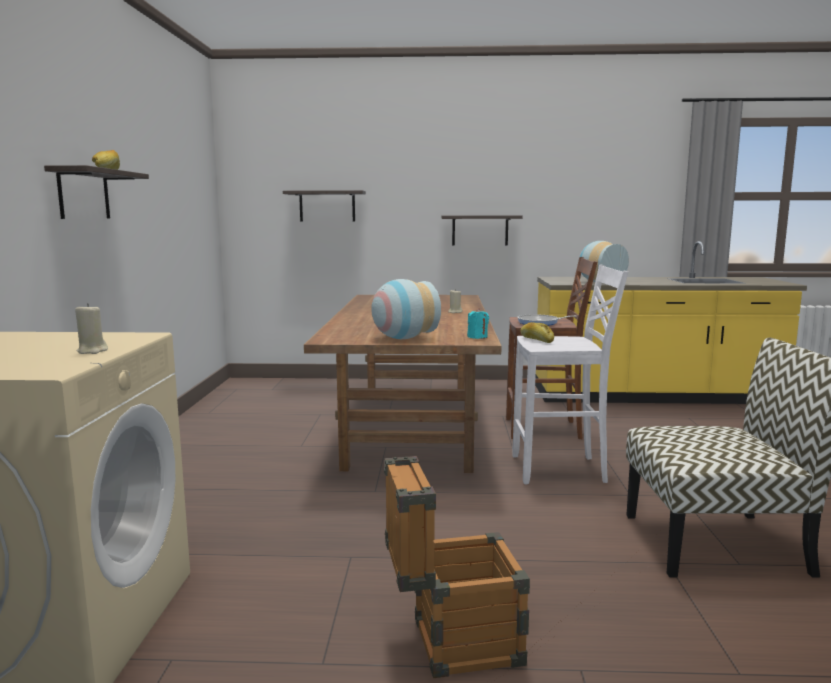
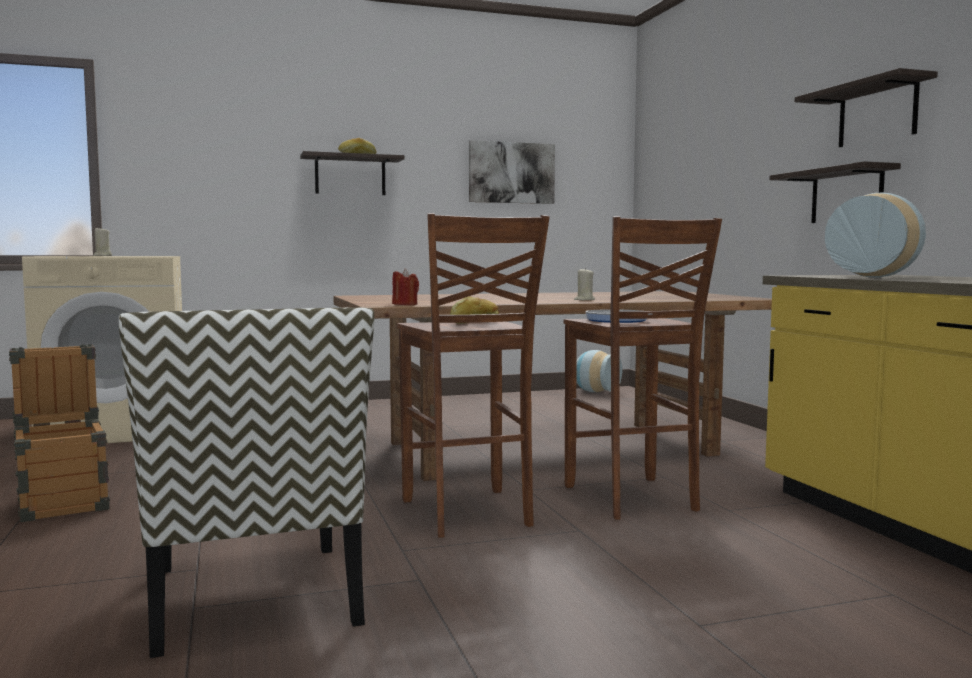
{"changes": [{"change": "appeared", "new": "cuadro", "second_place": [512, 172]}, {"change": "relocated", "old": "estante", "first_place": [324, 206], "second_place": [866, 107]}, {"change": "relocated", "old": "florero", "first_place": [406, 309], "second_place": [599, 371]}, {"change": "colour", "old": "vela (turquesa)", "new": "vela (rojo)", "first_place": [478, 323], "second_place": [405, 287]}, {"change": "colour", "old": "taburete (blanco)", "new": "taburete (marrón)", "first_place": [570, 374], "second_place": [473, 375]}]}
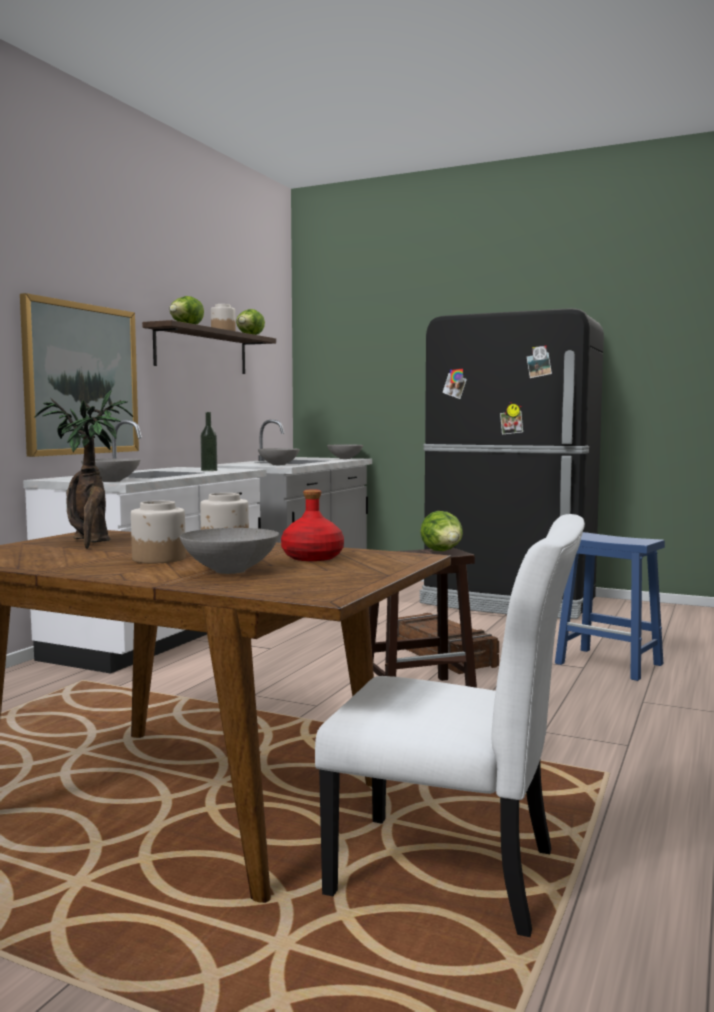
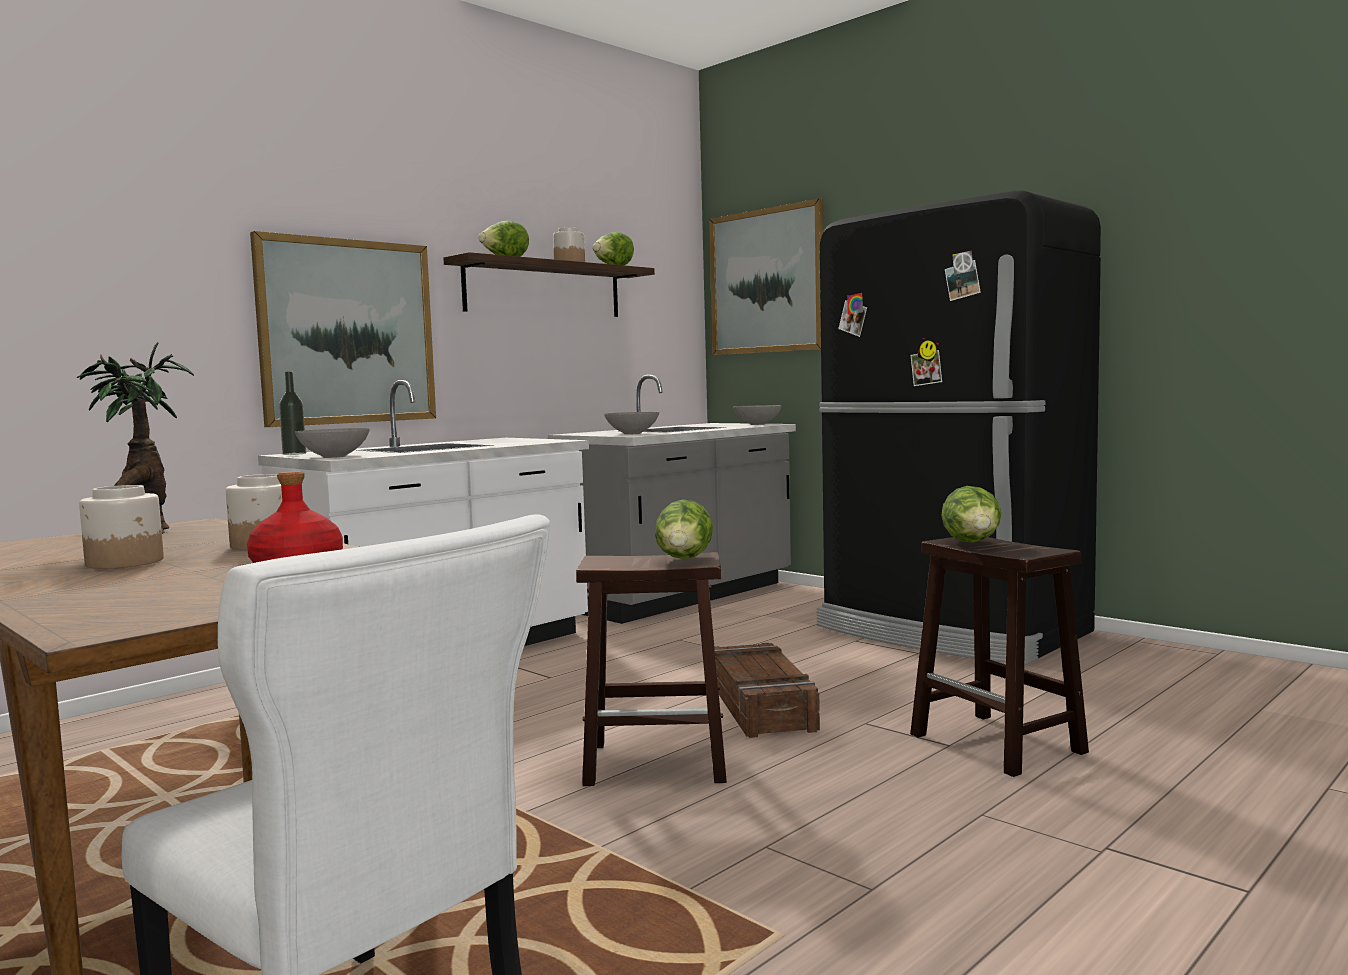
{"changes": [{"change": "missing", "old": "cuenco (gris)", "first_place": [229, 551]}, {"change": "appeared", "new": "cuadro", "second_place": [766, 276]}, {"change": "appeared", "new": "lechuga", "second_place": [971, 514]}, {"change": "relocated", "old": "botella", "first_place": [208, 441], "second_place": [292, 413]}, {"change": "colour", "old": "taburete (azul)", "new": "taburete (marrón)", "first_place": [610, 606], "second_place": [999, 657]}]}
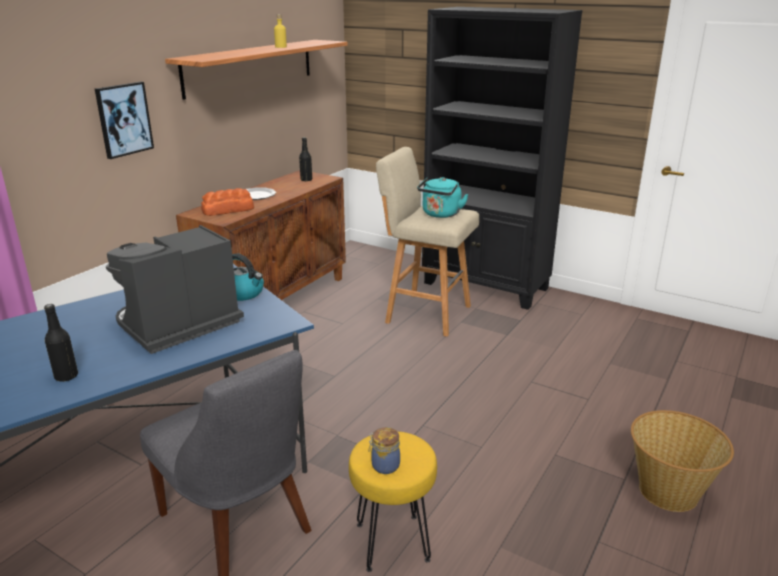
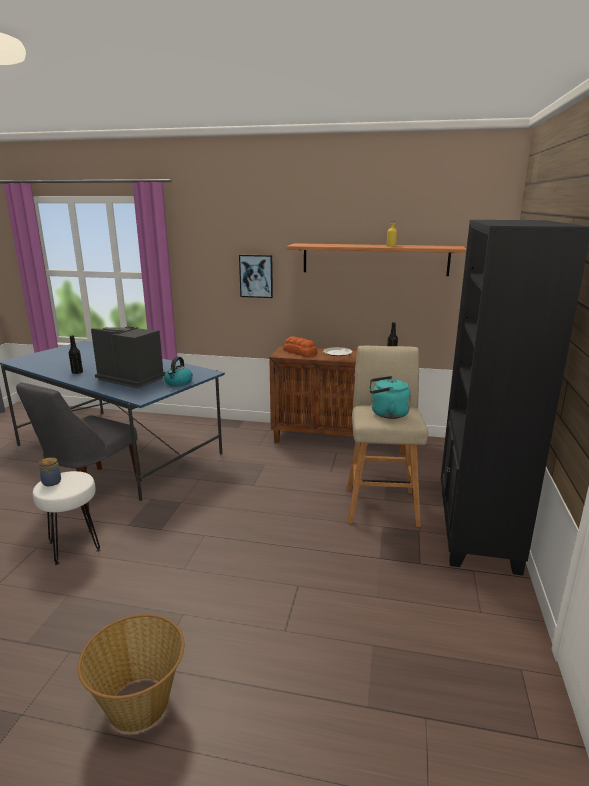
{"changes": [{"change": "colour", "old": "taburete (amarillo)", "new": "taburete (blanco)", "first_place": [393, 501], "second_place": [66, 518]}]}
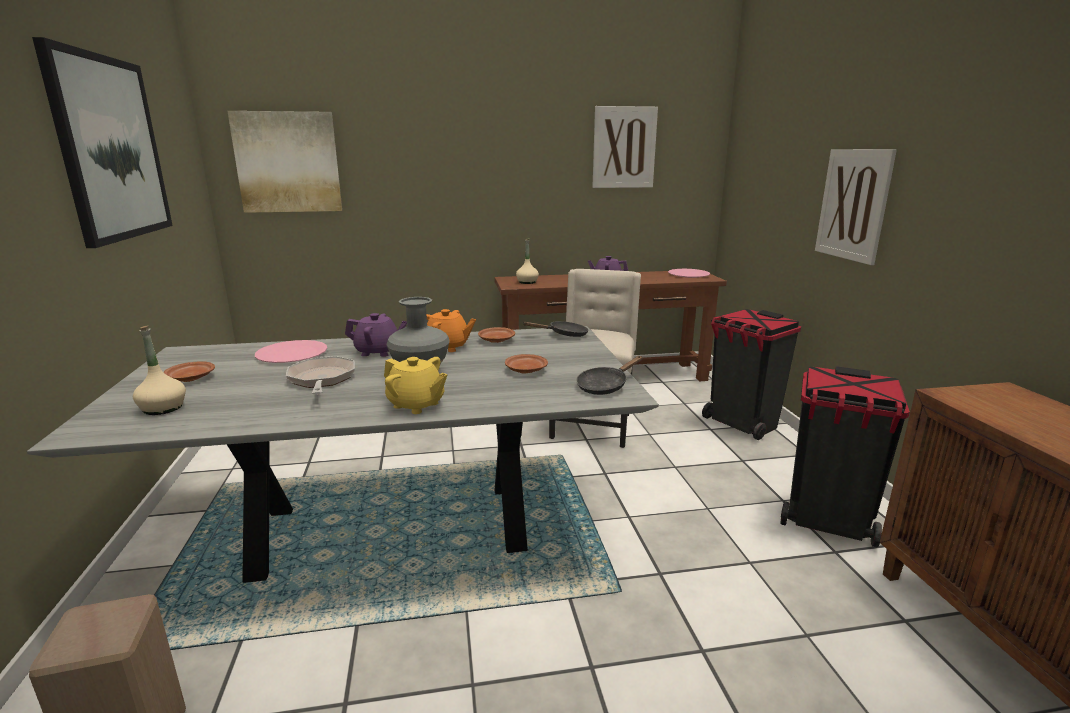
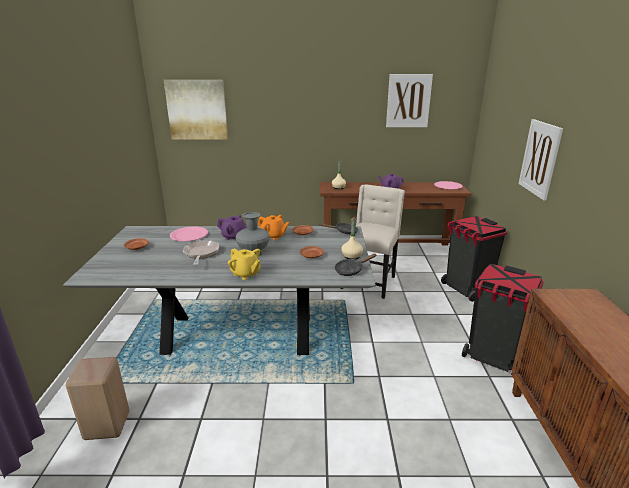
{"changes": [{"change": "missing", "old": "cuadro", "first_place": [102, 142]}, {"change": "relocated", "old": "botella (beis)", "first_place": [159, 370], "second_place": [352, 238]}]}
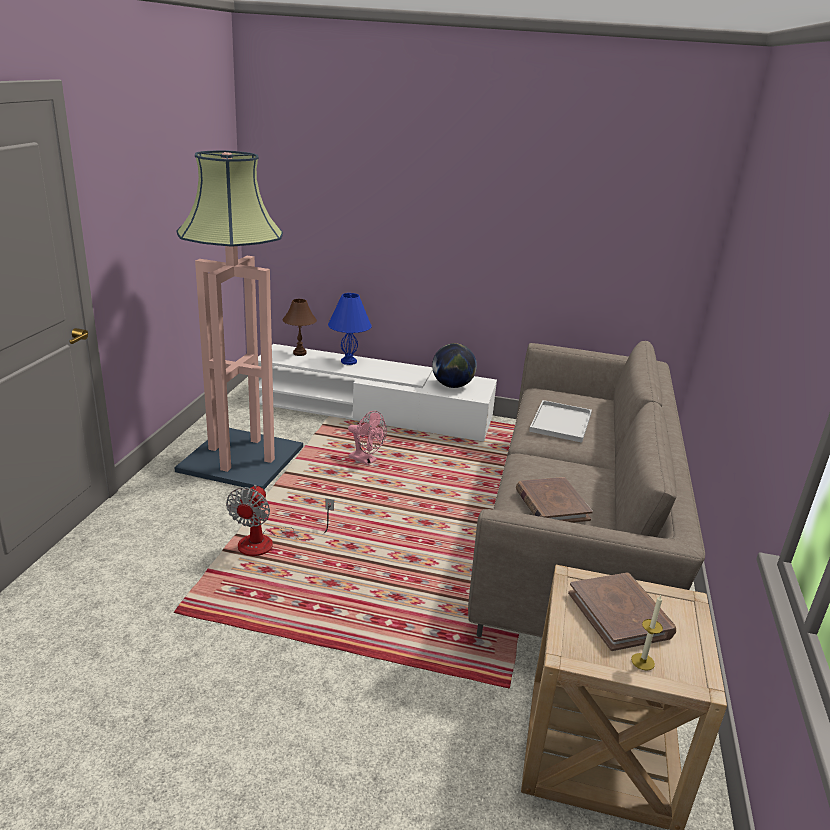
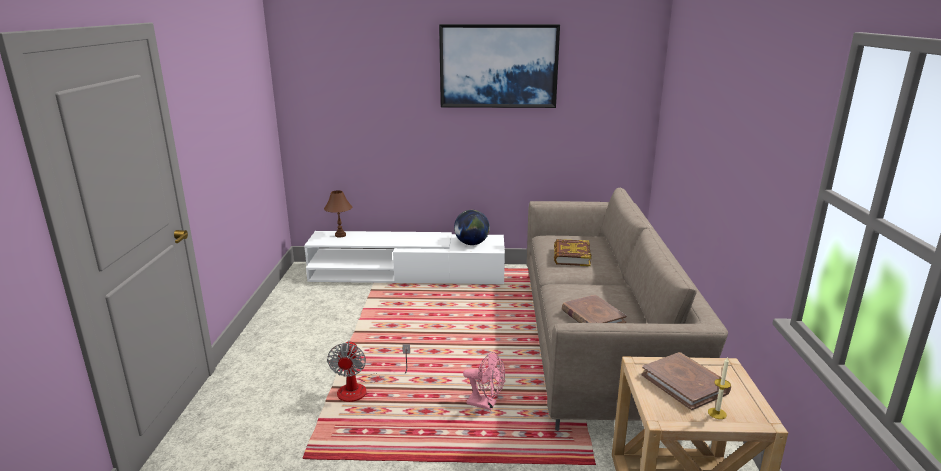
{"changes": [{"change": "missing", "old": "lámpara de pie", "first_place": [238, 319]}, {"change": "missing", "old": "lámpara de mesa (azul)", "first_place": [350, 329]}, {"change": "appeared", "new": "cuadro", "second_place": [499, 66]}, {"change": "relocated", "old": "ventilador (rosa)", "first_place": [367, 438], "second_place": [484, 381]}, {"change": "exchanged", "old": "bandeja (blanco)", "new": "libro", "first_place": [560, 421], "second_place": [572, 252]}]}
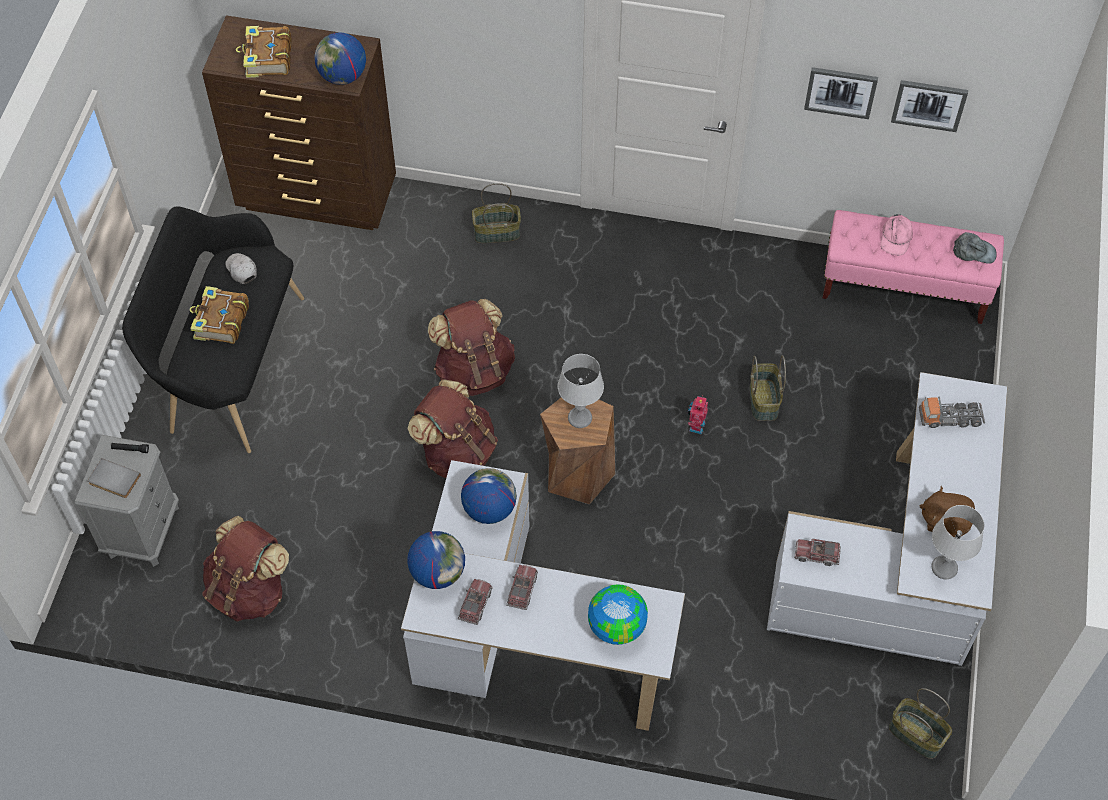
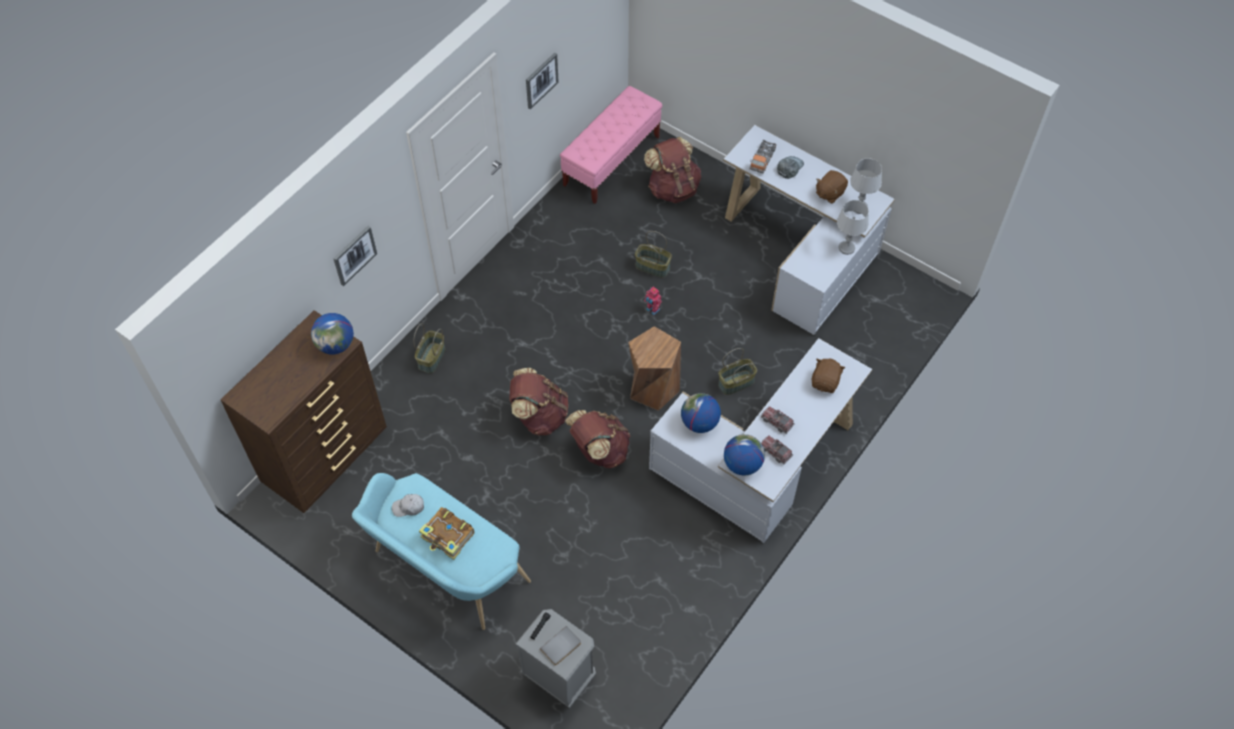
{"changes": [{"change": "missing", "old": "libro", "first_place": [264, 52]}, {"change": "missing", "old": "camión de juguete", "first_place": [817, 552]}, {"change": "missing", "old": "gorra (rosa)", "first_place": [896, 234]}, {"change": "relocated", "old": "mochila (marrón)", "first_place": [245, 569], "second_place": [672, 170]}, {"change": "relocated", "old": "lámpara de mesa (gris)", "first_place": [581, 391], "second_place": [853, 227]}, {"change": "relocated", "old": "cesta", "first_place": [920, 723], "second_place": [737, 371]}, {"change": "relocated", "old": "cuadro", "first_place": [929, 106], "second_place": [355, 256]}, {"change": "relocated", "old": "gorra (gris)", "first_place": [975, 248], "second_place": [790, 167]}, {"change": "exchanged", "old": "globo terráqueo", "new": "peluche (marrón)", "first_place": [618, 614], "second_place": [828, 375]}, {"change": "colour", "old": "banco (negro)", "new": "banco (turquesa)", "first_place": [213, 329], "second_place": [441, 551]}]}
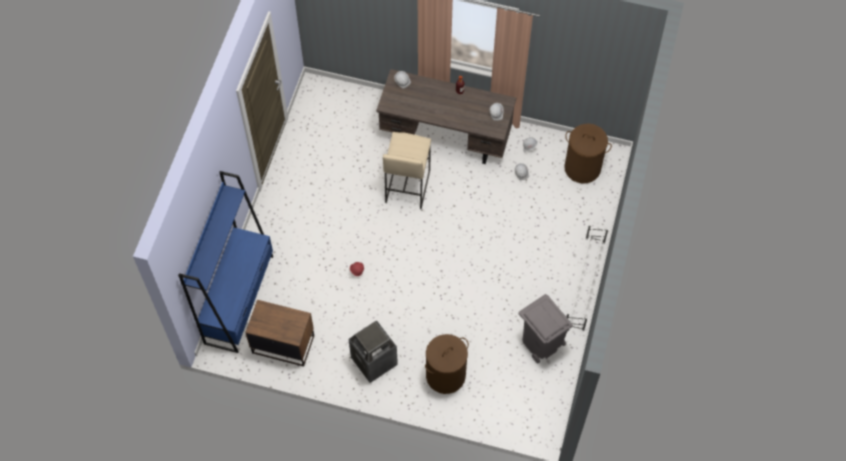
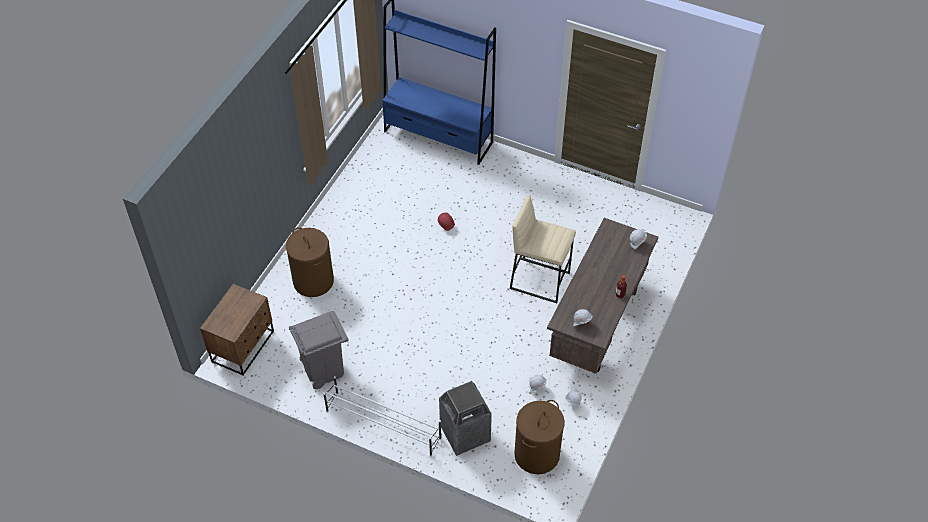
{"changes": [{"change": "relocated", "old": "mesita de noche (marrón)", "first_place": [279, 333], "second_place": [237, 330]}, {"change": "relocated", "old": "papelera", "first_place": [373, 352], "second_place": [465, 418]}]}
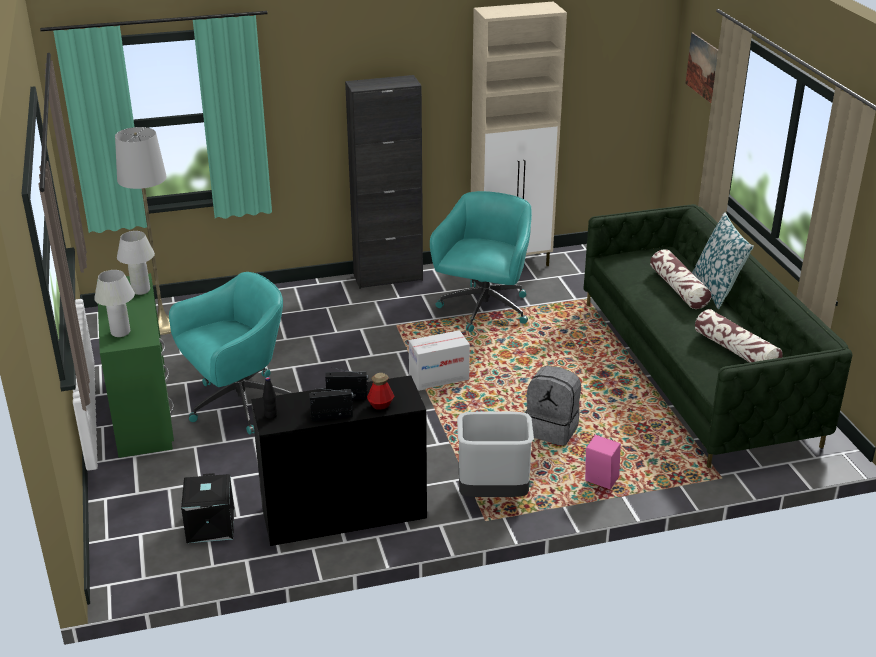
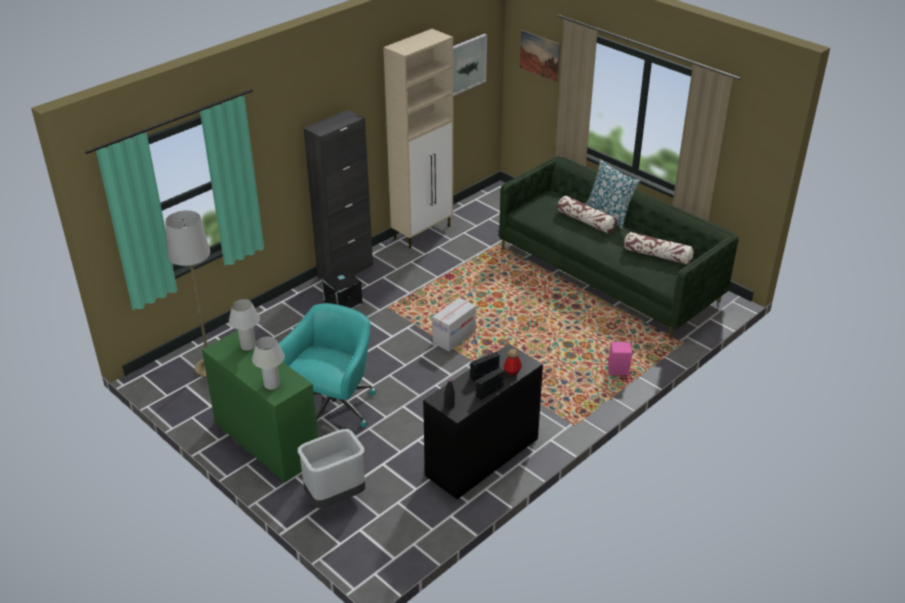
{"changes": [{"change": "missing", "old": "silla de oficina (turquesa)", "first_place": [481, 261]}, {"change": "missing", "old": "mochila (gris)", "first_place": [553, 406]}, {"change": "appeared", "new": "cuadro", "second_place": [470, 65]}, {"change": "relocated", "old": "caja de almacenaje (negro)", "first_place": [207, 508], "second_place": [342, 288]}, {"change": "relocated", "old": "papelera (gris)", "first_place": [495, 454], "second_place": [331, 468]}]}
